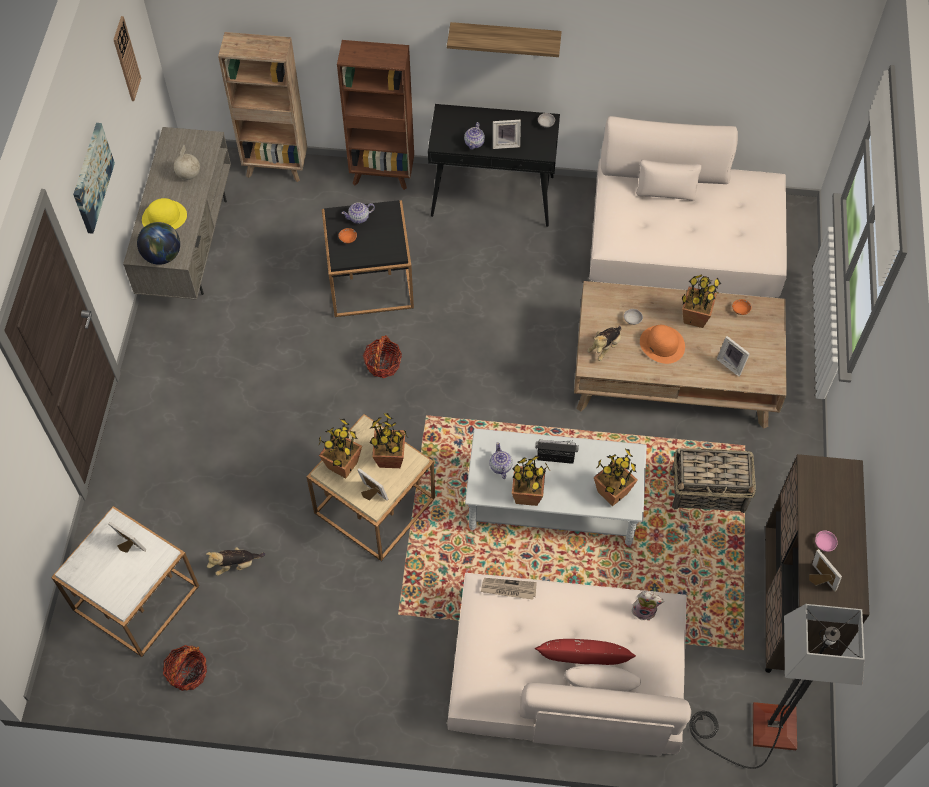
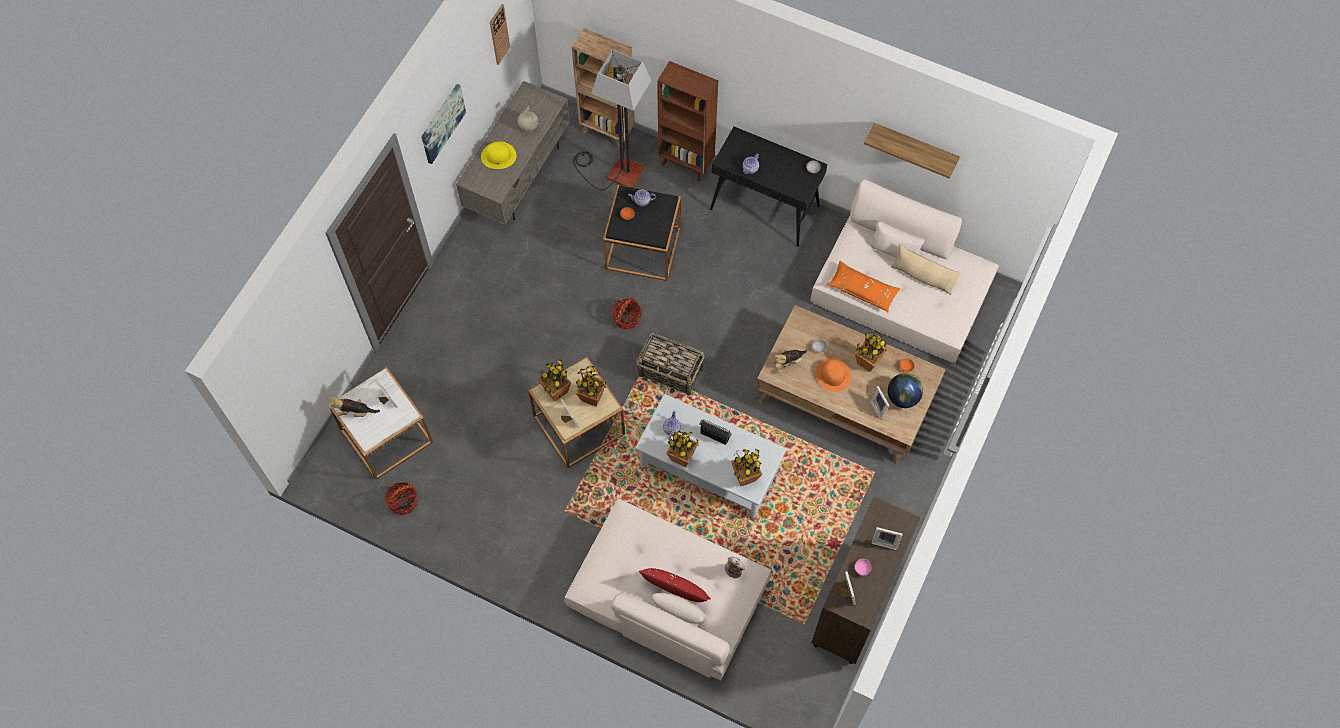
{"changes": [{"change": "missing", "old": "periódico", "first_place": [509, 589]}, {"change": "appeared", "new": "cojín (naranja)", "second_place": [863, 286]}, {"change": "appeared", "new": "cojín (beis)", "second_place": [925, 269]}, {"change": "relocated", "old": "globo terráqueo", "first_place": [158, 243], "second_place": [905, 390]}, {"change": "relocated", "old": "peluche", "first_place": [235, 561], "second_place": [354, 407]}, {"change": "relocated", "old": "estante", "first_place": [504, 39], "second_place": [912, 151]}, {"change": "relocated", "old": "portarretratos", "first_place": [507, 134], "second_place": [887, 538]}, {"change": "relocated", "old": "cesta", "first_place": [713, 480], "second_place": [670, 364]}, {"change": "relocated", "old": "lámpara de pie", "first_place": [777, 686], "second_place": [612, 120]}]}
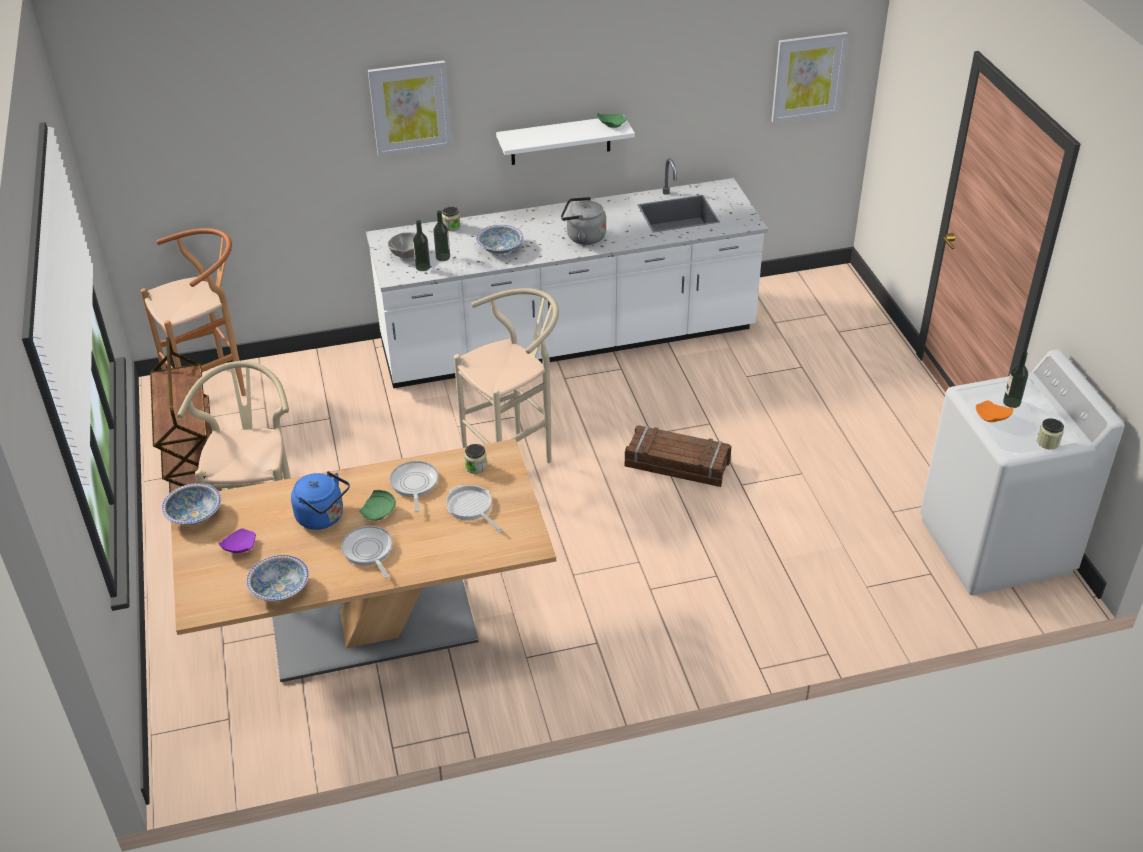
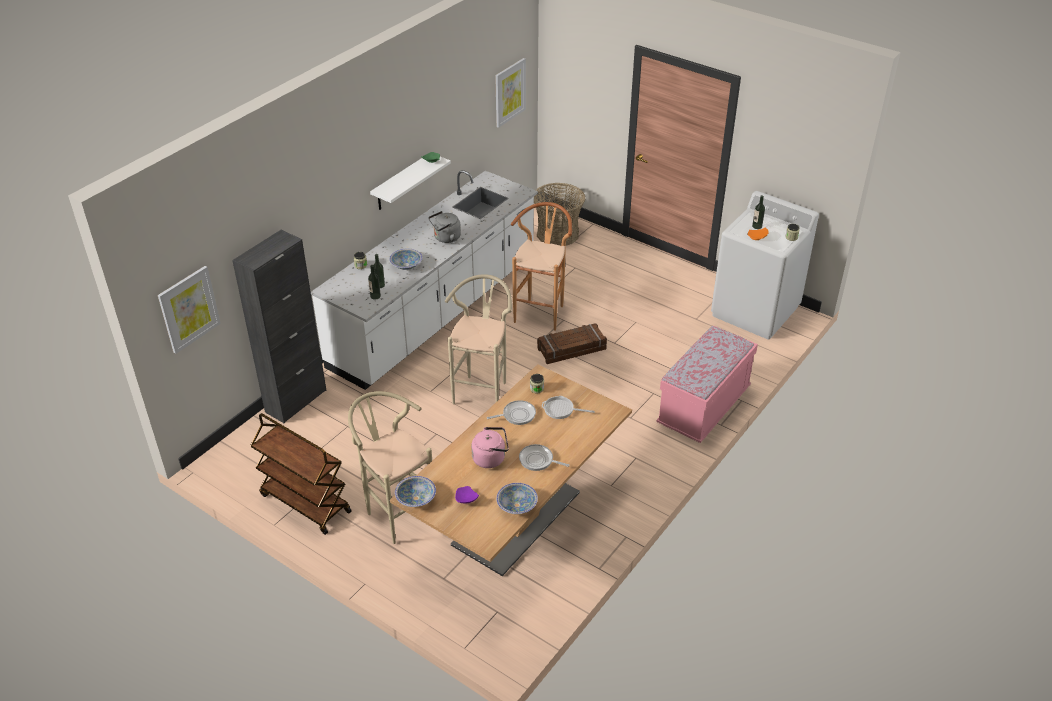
{"changes": [{"change": "missing", "old": "plato (verde)", "first_place": [377, 505]}, {"change": "missing", "old": "cuenco (gris)", "first_place": [402, 245]}, {"change": "appeared", "new": "armario (negro)", "second_place": [279, 326]}, {"change": "appeared", "new": "cesta", "second_place": [559, 214]}, {"change": "appeared", "new": "banco (rosa)", "second_place": [707, 384]}, {"change": "relocated", "old": "taburete (marrón)", "first_place": [193, 312], "second_place": [541, 266]}, {"change": "relocated", "old": "cuadro", "first_place": [410, 109], "second_place": [189, 310]}, {"change": "colour", "old": "hervidor (azul)", "new": "hervidor (rosa)", "first_place": [320, 500], "second_place": [490, 447]}, {"change": "spun", "old": "sartén", "first_place": [414, 486], "second_place": [511, 412], "degrees": 120}]}
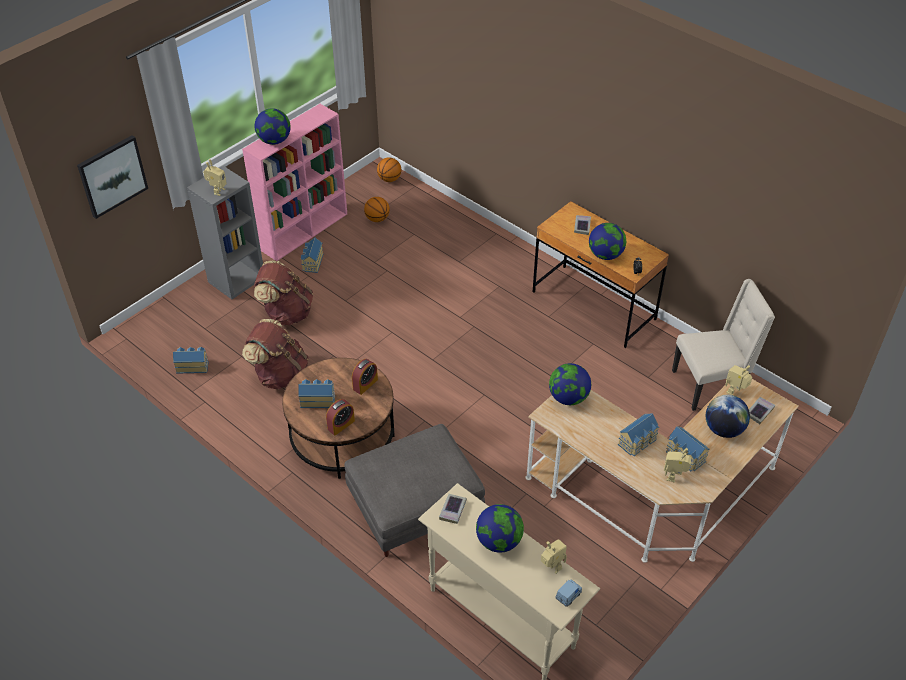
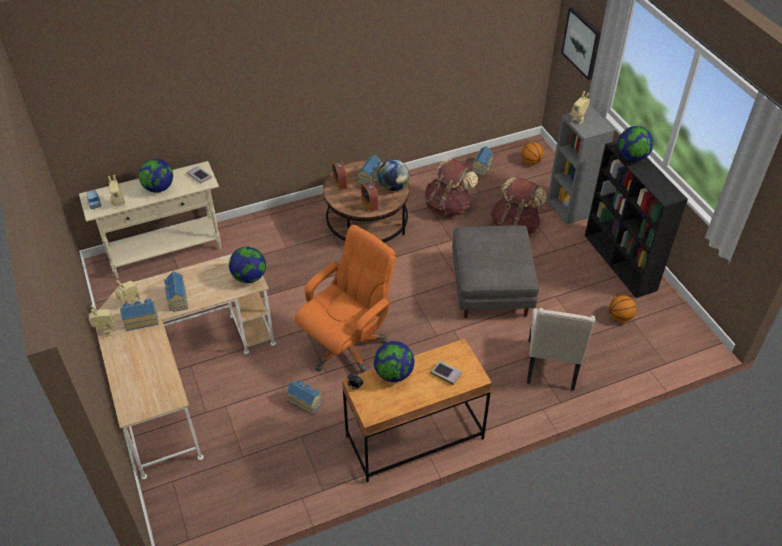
{"changes": [{"change": "missing", "old": "libro", "first_place": [762, 410]}, {"change": "appeared", "new": "silla de oficina (naranja)", "second_place": [344, 299]}, {"change": "relocated", "old": "casita", "first_place": [312, 255], "second_place": [304, 397]}, {"change": "relocated", "old": "puf (gris)", "first_place": [414, 490], "second_place": [495, 271]}, {"change": "relocated", "old": "balón de baloncesto", "first_place": [389, 169], "second_place": [532, 153]}, {"change": "relocated", "old": "silla (beis)", "first_place": [723, 345], "second_place": [561, 349]}, {"change": "relocated", "old": "globo terráqueo", "first_place": [728, 416], "second_place": [393, 175]}, {"change": "relocated", "old": "robot de juguete", "first_place": [738, 380], "second_place": [101, 321]}, {"change": "colour", "old": "estantería (rosa)", "new": "estantería (negro)", "first_place": [294, 182], "second_place": [636, 219]}]}
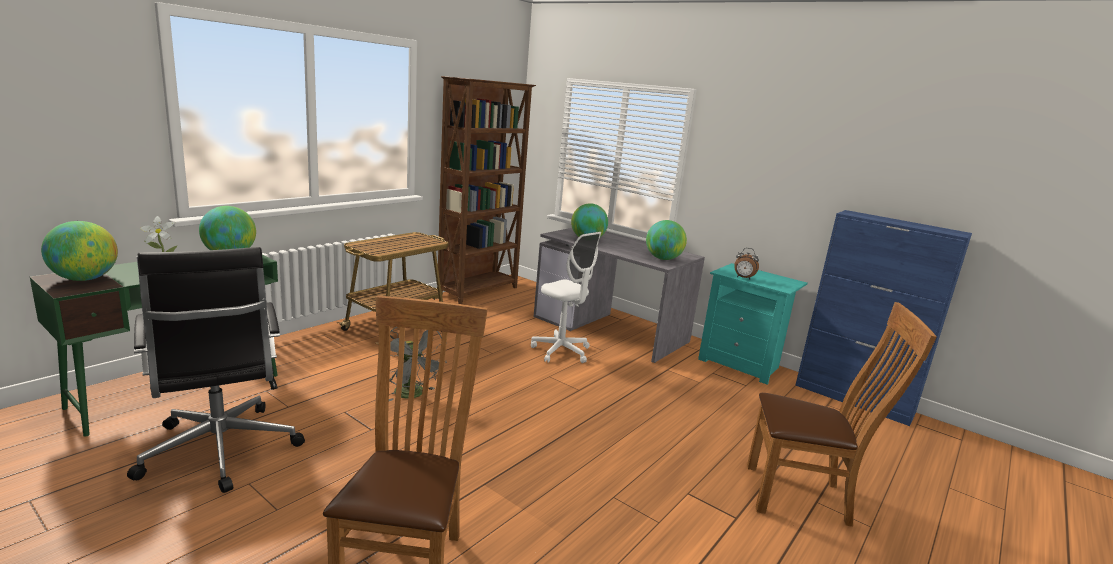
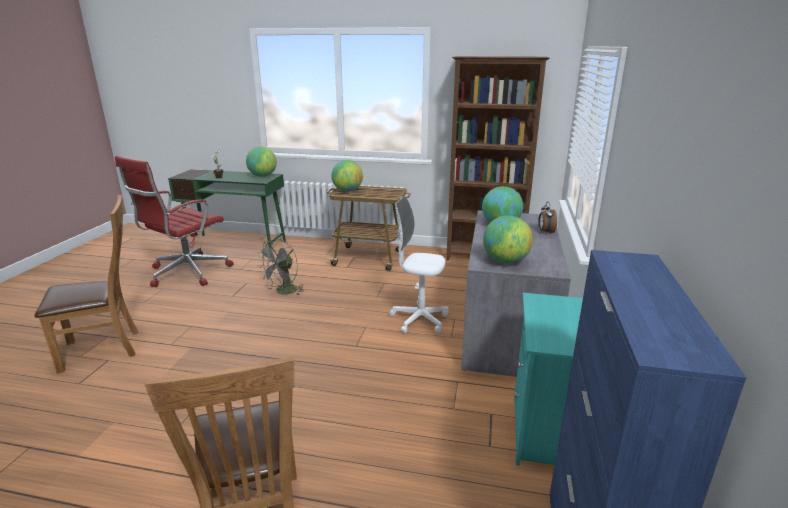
{"changes": [{"change": "relocated", "old": "globo terráqueo", "first_place": [79, 251], "second_place": [347, 176]}, {"change": "relocated", "old": "despertador", "first_place": [746, 263], "second_place": [547, 218]}, {"change": "colour", "old": "silla de oficina (negro)", "new": "silla de oficina (rojo)", "first_place": [216, 370], "second_place": [174, 221]}, {"change": "spun", "old": "silla de oficina (blanco)", "first_place": [566, 297], "second_place": [419, 264], "degrees": 90}]}
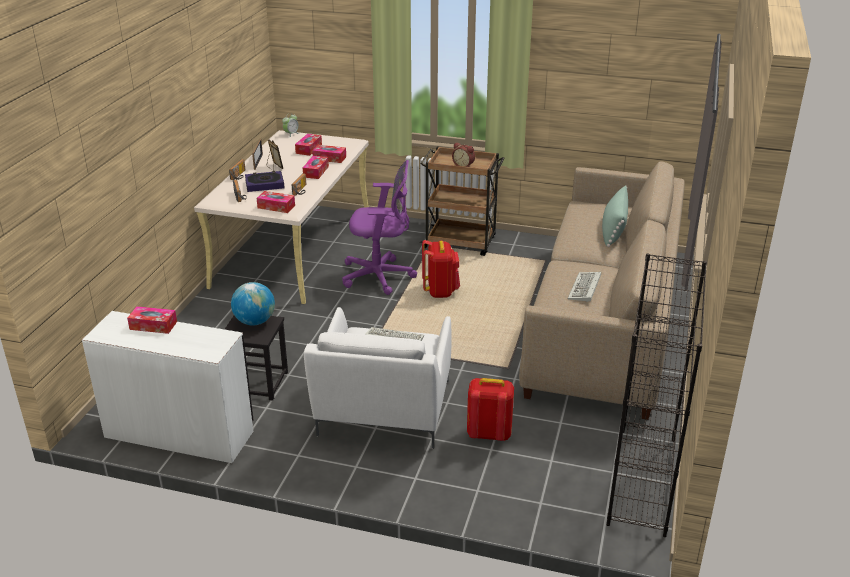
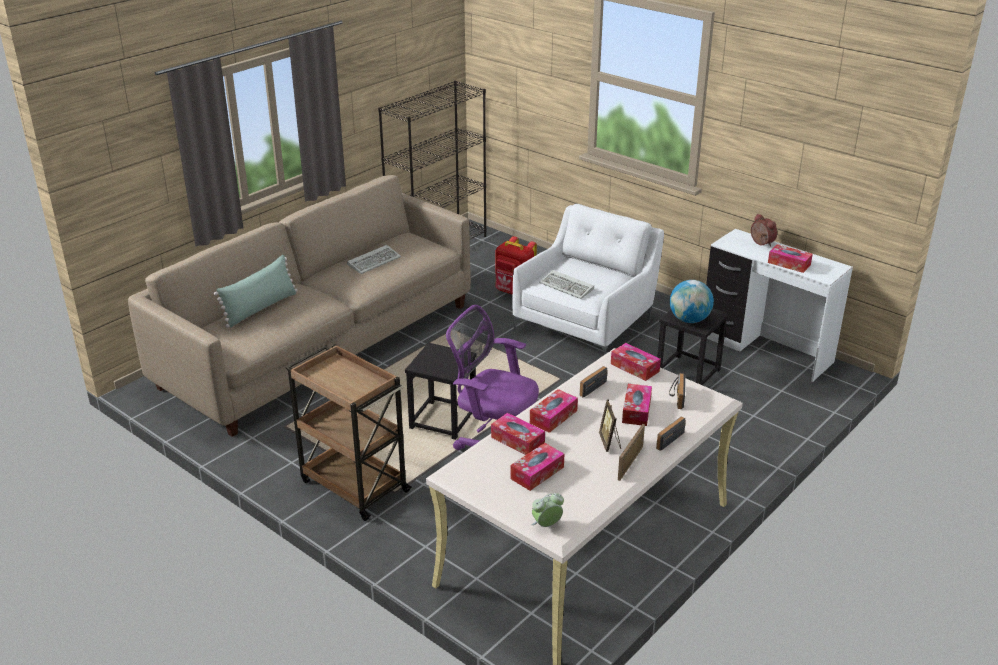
{"changes": [{"change": "relocated", "old": "despertador", "first_place": [463, 155], "second_place": [764, 230]}, {"change": "exchanged", "old": "libro", "new": "caja de pañuelos", "first_place": [264, 181], "second_place": [637, 405]}, {"change": "exchanged", "old": "mochila (rojo)", "new": "taburete (negro)", "first_place": [441, 269], "second_place": [440, 391]}]}
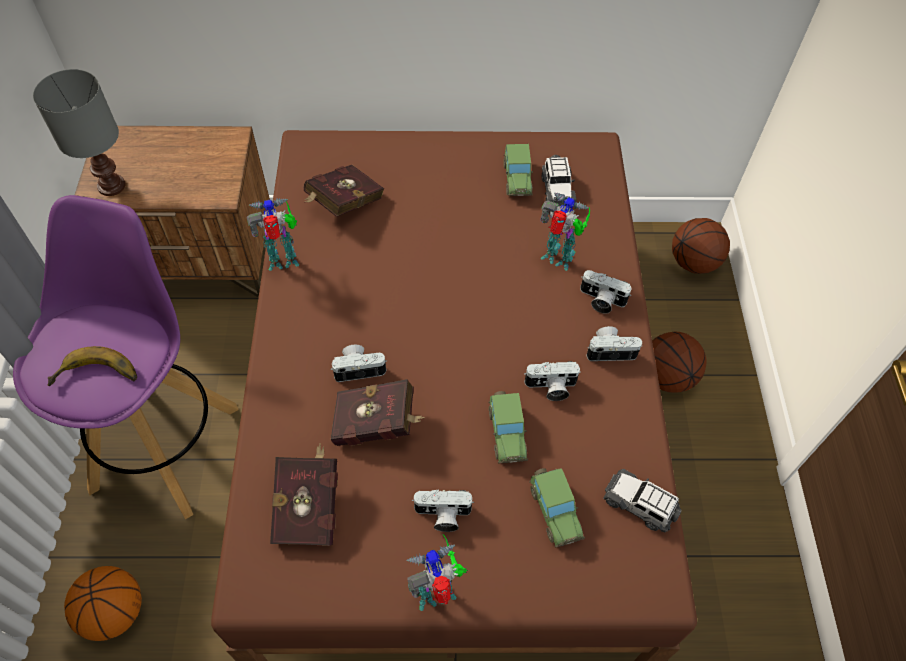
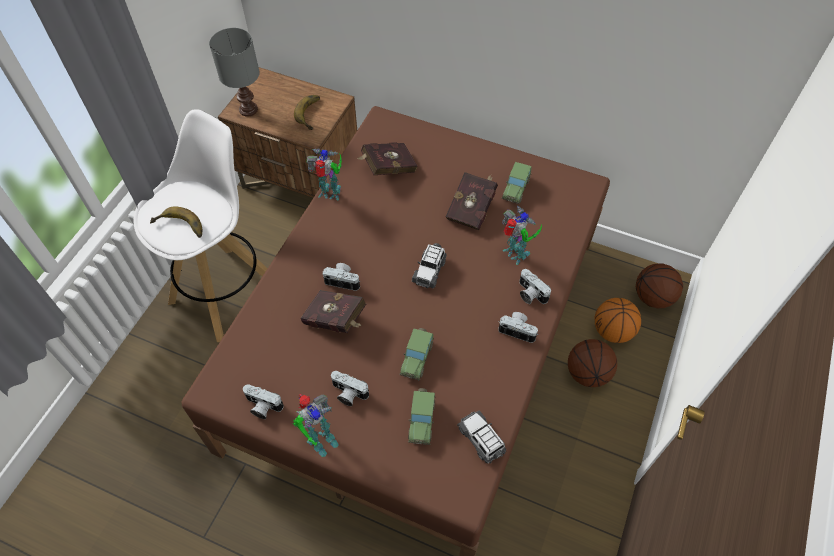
{"changes": [{"change": "appeared", "new": "plátano", "second_place": [307, 112]}, {"change": "relocated", "old": "balón de baloncesto", "first_place": [103, 603], "second_place": [617, 320]}, {"change": "relocated", "old": "libro (rojo)", "first_place": [304, 495], "second_place": [472, 201]}, {"change": "relocated", "old": "cámara", "first_place": [552, 381], "second_place": [263, 401]}, {"change": "relocated", "old": "coche de juguete", "first_place": [559, 181], "second_place": [429, 265]}, {"change": "colour", "old": "taburete (morado)", "new": "taburete (blanco)", "first_place": [126, 357], "second_place": [201, 225]}, {"change": "spun", "old": "robot de juguete", "first_place": [437, 573], "second_place": [316, 425], "degrees": 135}]}
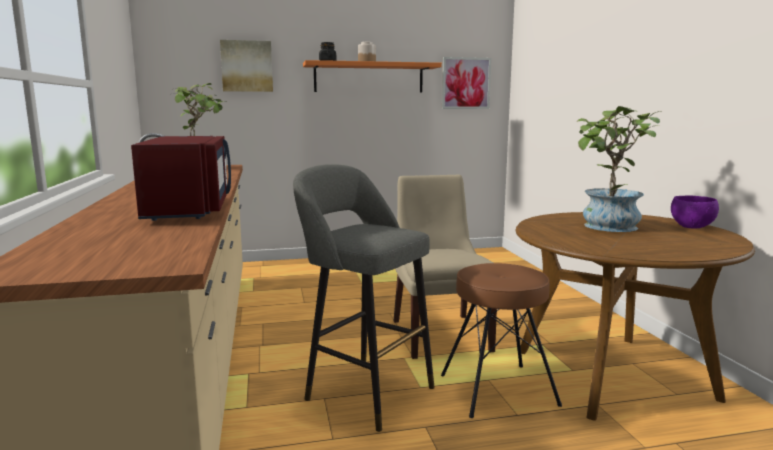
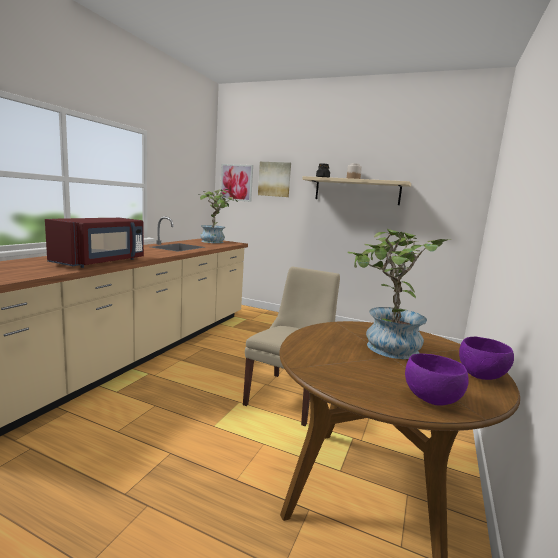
{"changes": [{"change": "missing", "old": "taburete (gris)", "first_place": [364, 298]}, {"change": "missing", "old": "taburete (marrón)", "first_place": [501, 340]}, {"change": "appeared", "new": "cuenco (morado)", "second_place": [437, 379]}, {"change": "relocated", "old": "cuadro", "first_place": [466, 83], "second_place": [236, 183]}, {"change": "colour", "old": "estante (naranja)", "new": "estante (beis)", "first_place": [372, 76], "second_place": [356, 190]}]}
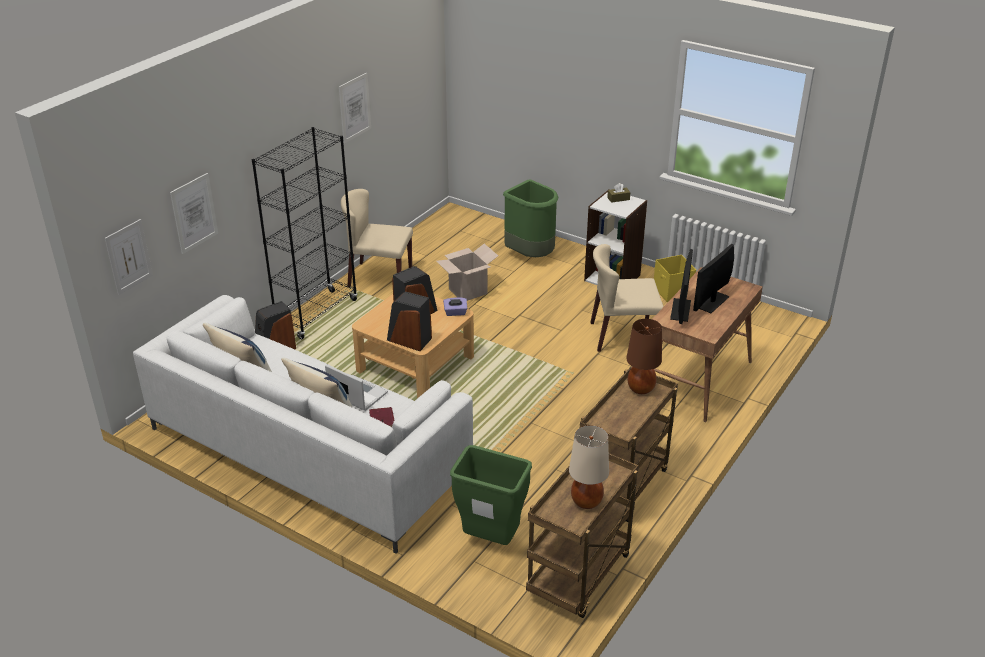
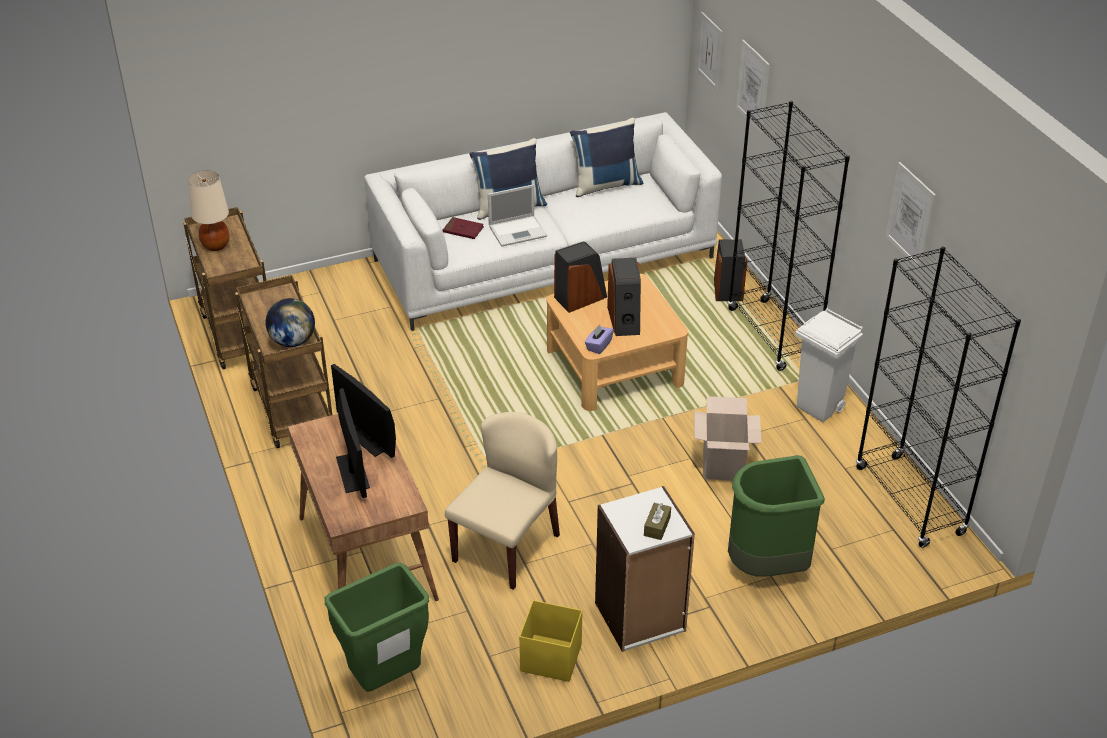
{"changes": [{"change": "appeared", "new": "estantería (negro)", "second_place": [938, 397]}, {"change": "relocated", "old": "papelera (verde)", "first_place": [491, 495], "second_place": [377, 627]}, {"change": "exchanged", "old": "silla (beis)", "new": "papelera (blanco)", "first_place": [377, 238], "second_place": [829, 365]}, {"change": "exchanged", "old": "lámpara de mesa (marrón)", "new": "globo terráqueo", "first_place": [644, 356], "second_place": [290, 322]}]}
